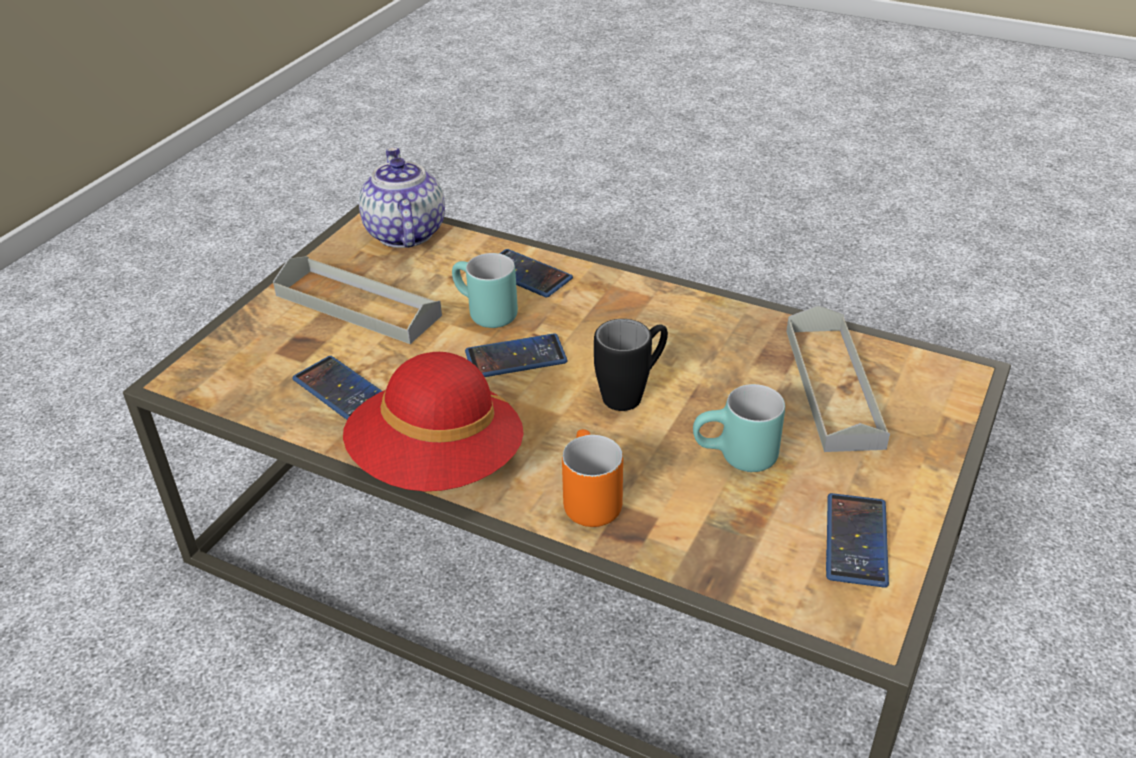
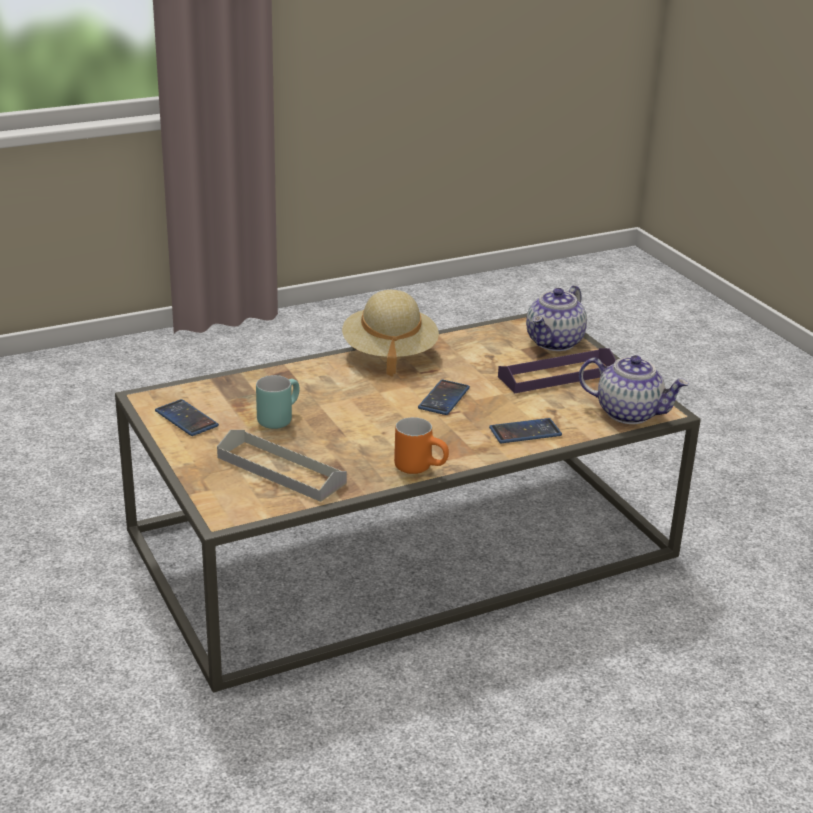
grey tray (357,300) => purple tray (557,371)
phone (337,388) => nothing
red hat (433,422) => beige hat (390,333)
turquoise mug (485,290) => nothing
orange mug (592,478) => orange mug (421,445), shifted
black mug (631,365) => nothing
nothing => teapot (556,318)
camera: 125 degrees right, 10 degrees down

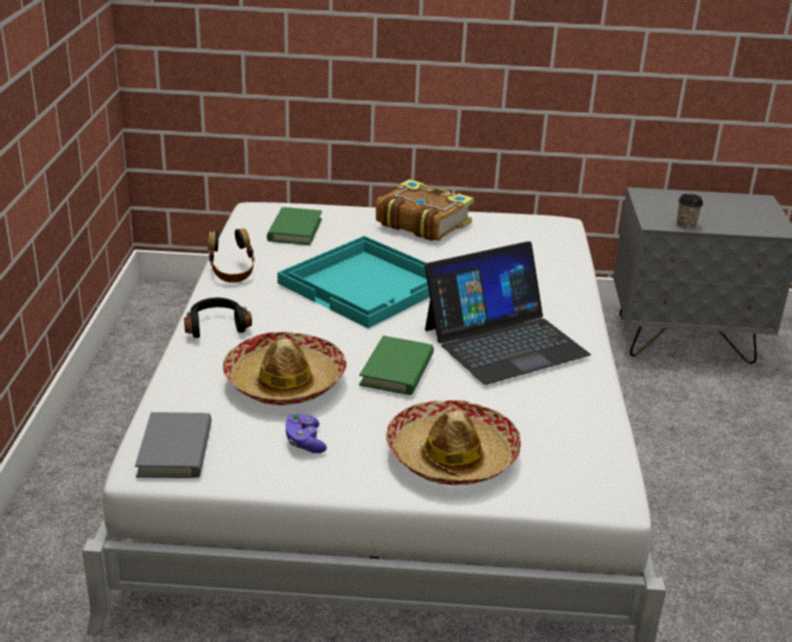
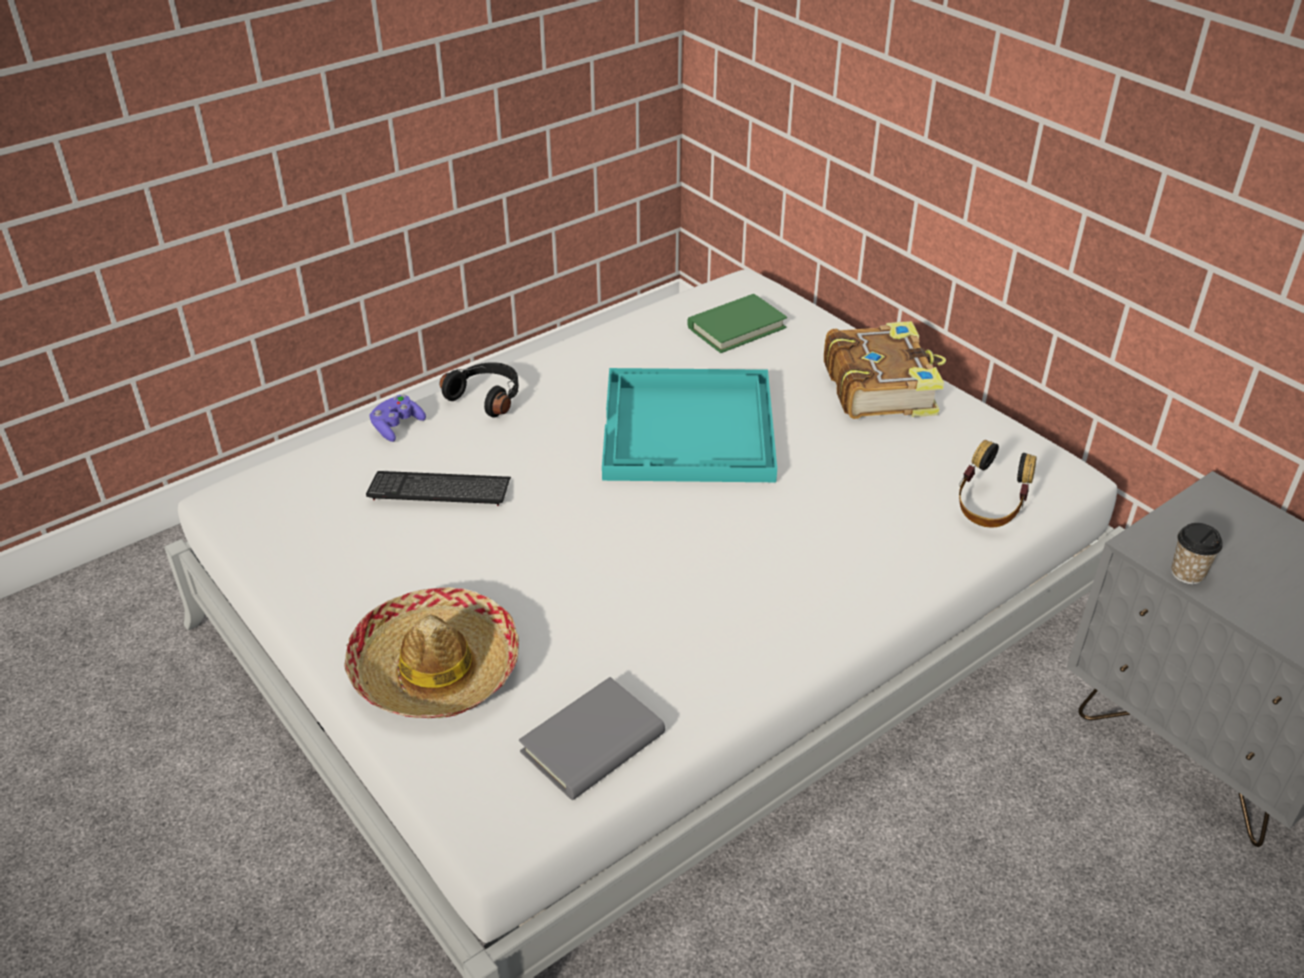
grey book (173,445) => grey book (592,738), shifted
headphones (231,255) => headphones (998,484), shifted
hat (285,368) => keyboard (438,488)
purple game controller (306,433) => purple game controller (397,418), shifted
green book (396,365) => nothing
laptop (508,313) => nothing
camera: 50 degrees right, 10 degrees up

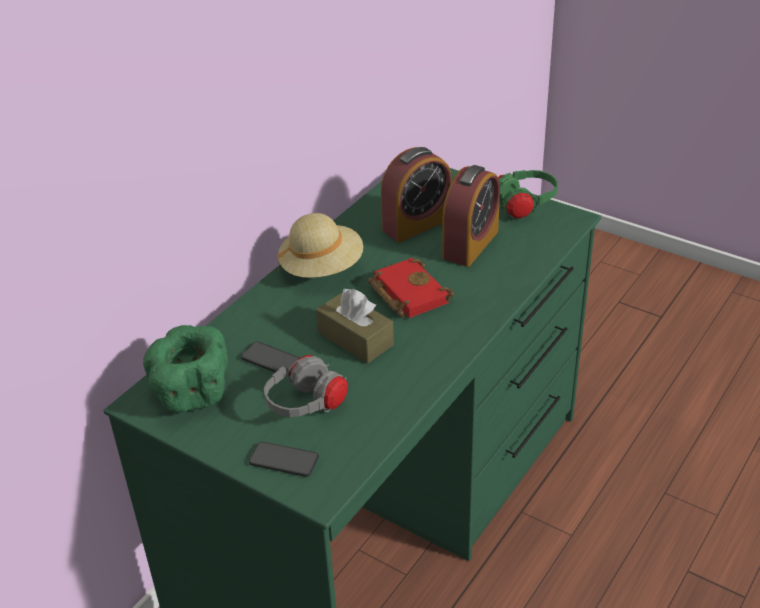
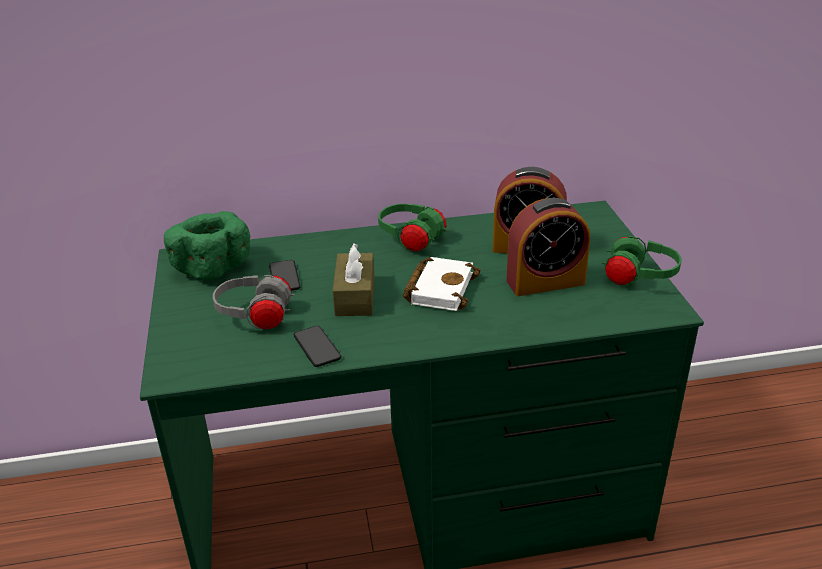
phone (284,459) => phone (317,346), shifted
beige hat (320,245) => green headphones (412,227)
red book (411,288) => white book (442,284)
camera: 45 degrees right, 5 degrees down

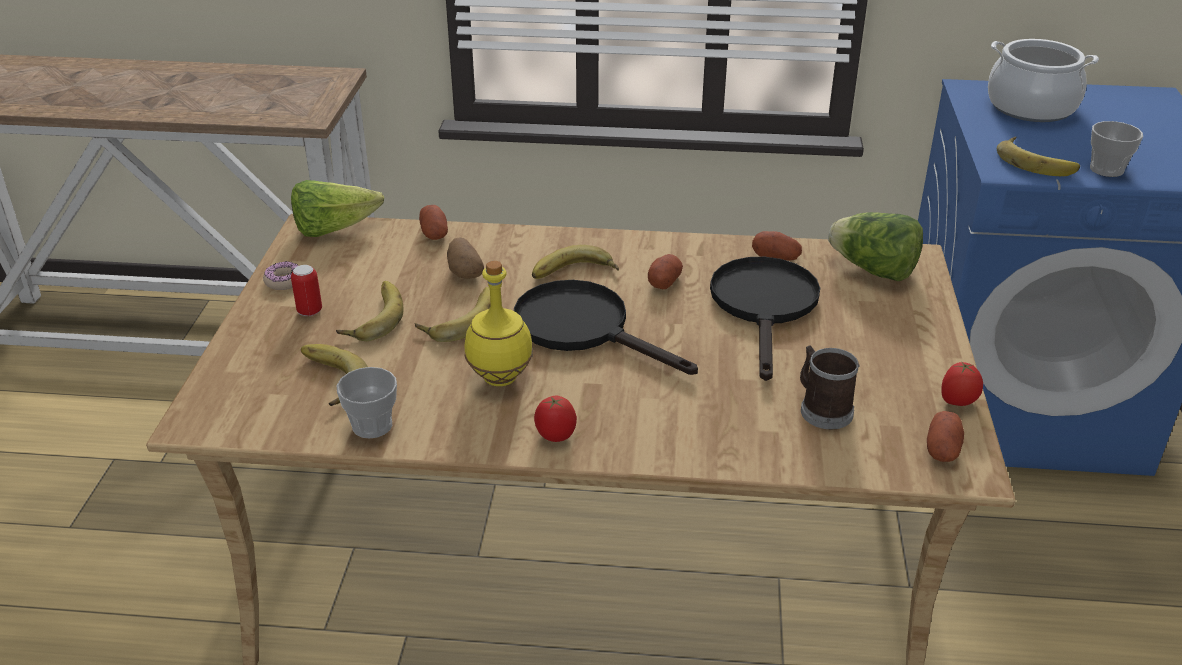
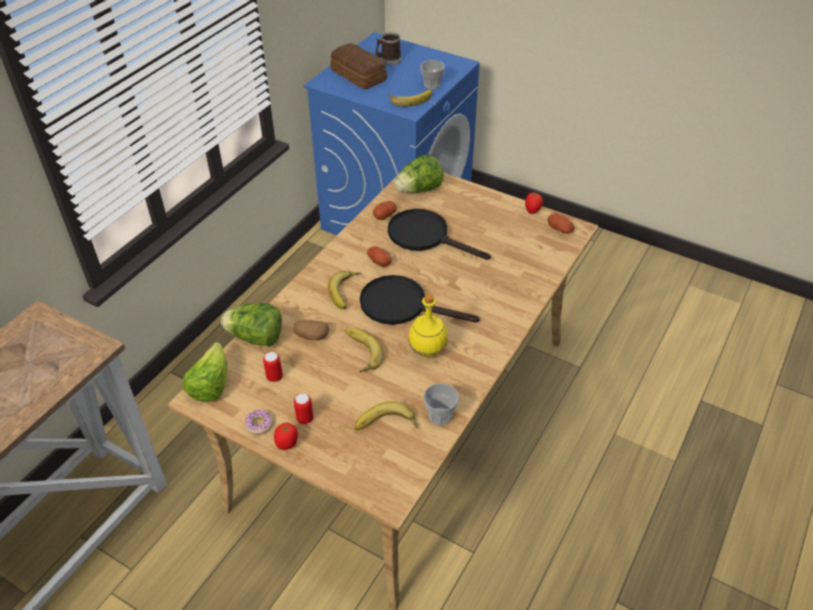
banana (369,311) => nothing
potato (433,222) => lettuce (251,325)
black frying pan (606,327) => black frying pan (420,300), 45 degrees clockwise
tomato (555,419) => tomato (286,436), shifted
mug (830,387) => mug (388,49), shifted
cooking pot (1043,80) => bread (359,66)
nothing => can (273,367)
camera: 65 degrees left, 10 degrees up

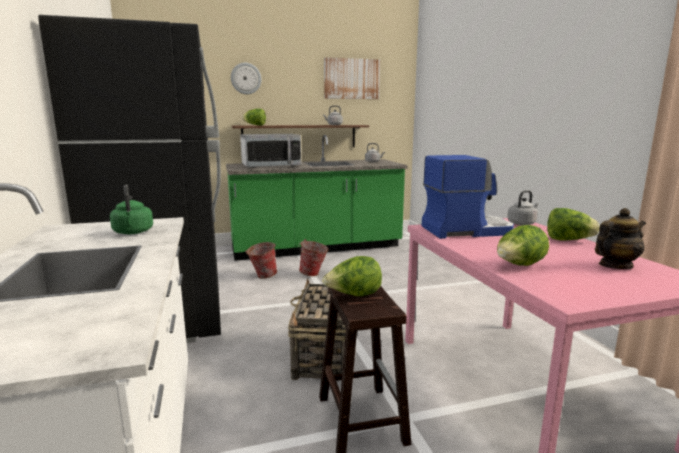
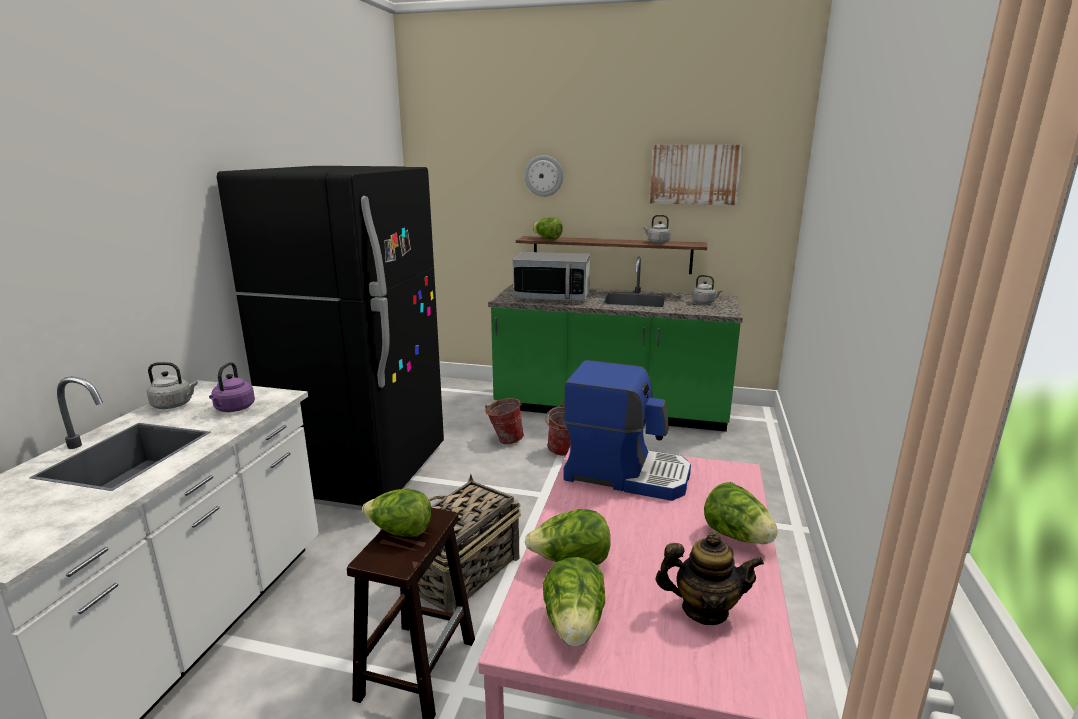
green kettle (131,209) => purple kettle (232,387)
grey kettle (522,207) => grey kettle (172,385), shifted
nothing => lettuce (574,602)
camera: 30 degrees right, 5 degrees up

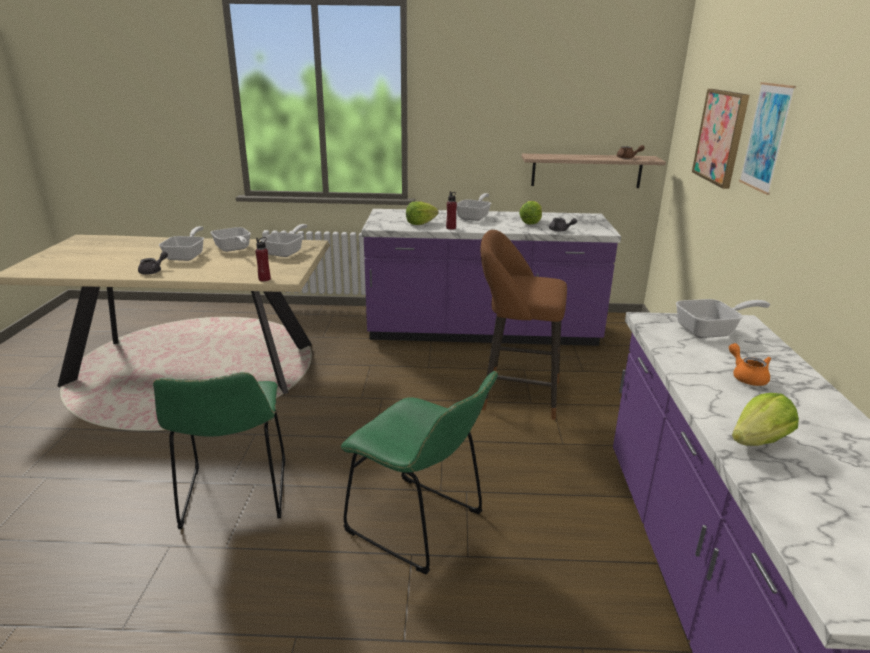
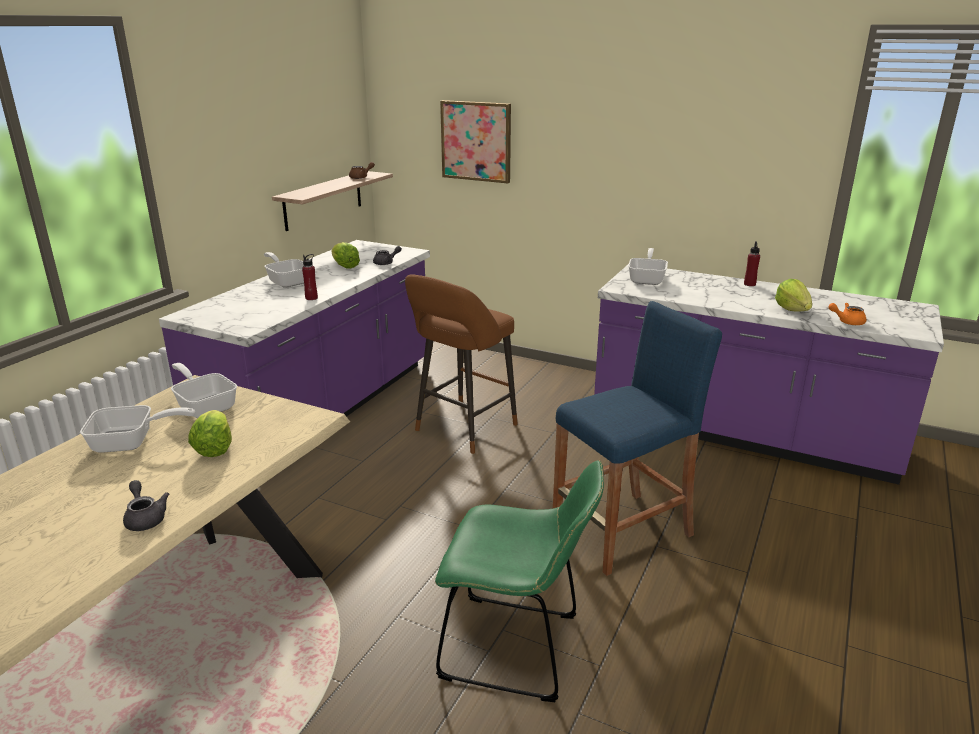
frying pan (181,243) => nothing
red bottle (263,259) => red bottle (752,263), shifted
green chair (419,472) => blue stool (637,438)
lettuce (422,213) => lettuce (210,433), shifted
orange teapot (750,364) => orange teapot (847,314), shifted
picture (767,138) => nothing
camera: 65 degrees left, 0 degrees up

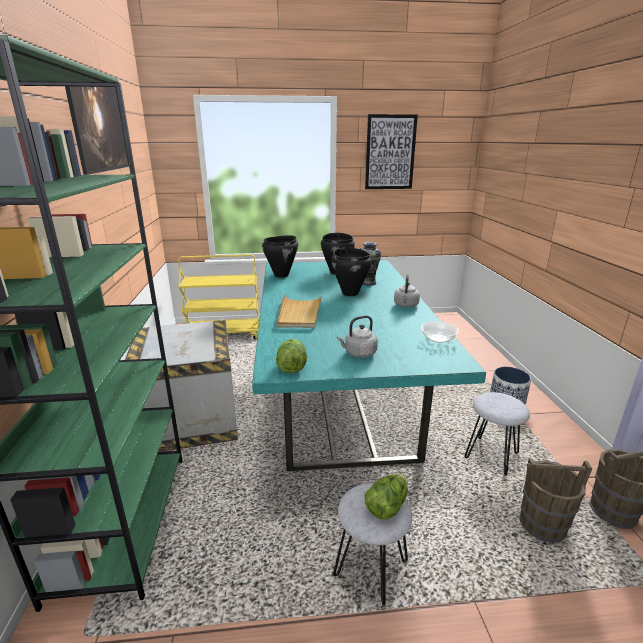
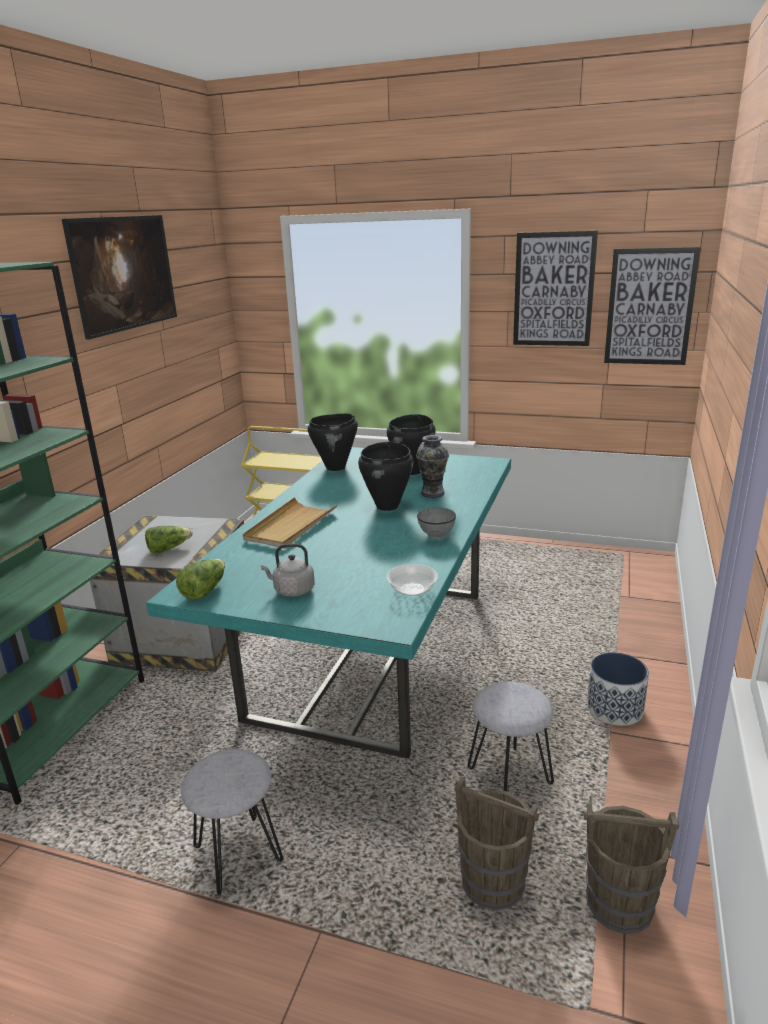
lettuce (386,496) => lettuce (169,539), shifted
grey kettle (407,291) => grey bowl (436,523)
nothing => picture (652,306)
camera: 25 degrees right, 0 degrees up

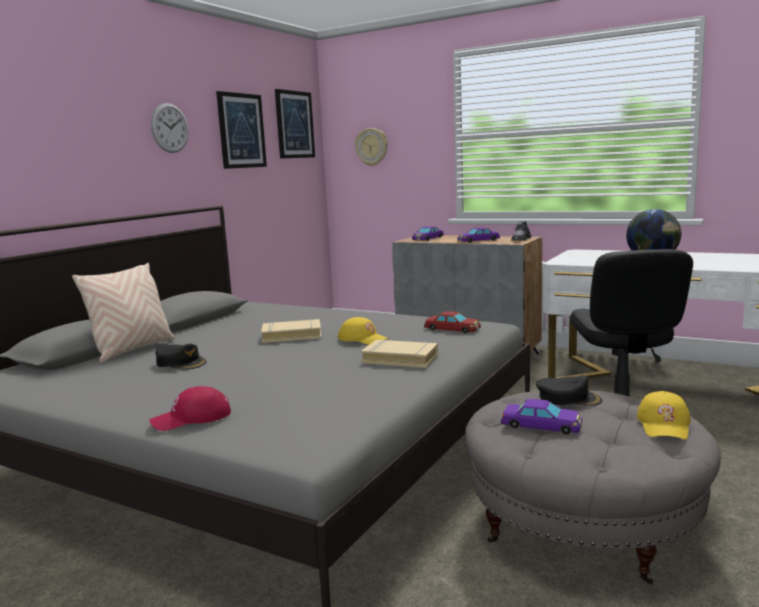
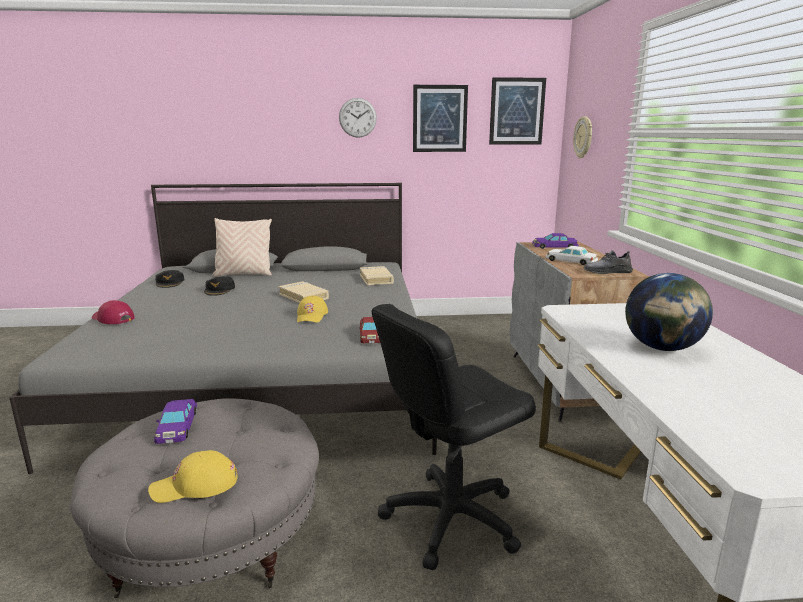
beige book (399,353) => beige book (377,275), shifted
purple toy car (479,235) => white toy car (572,255)
black cap (569,390) => black cap (169,279), shifted
camera: 55 degrees right, 5 degrees up

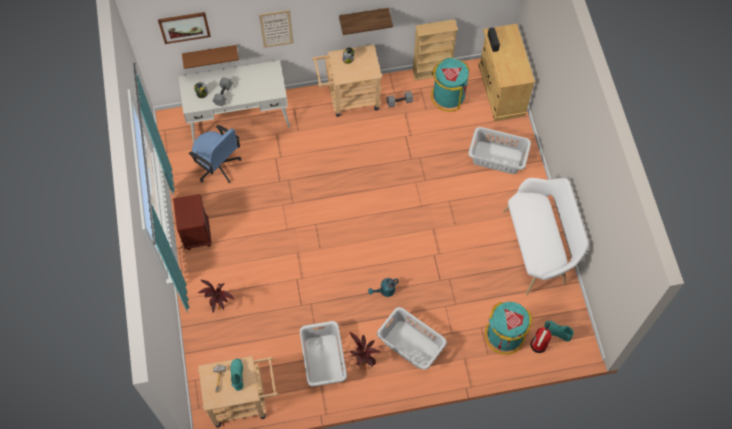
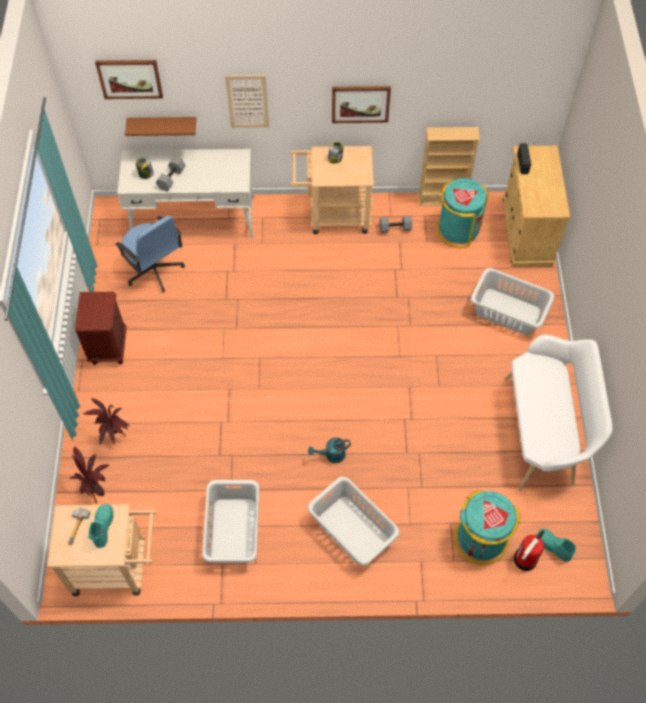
shelf (366,21) => picture (361,104)
potted plant (365,351) => potted plant (89,475), shifted
camera: 10 degrees right, 5 degrees down

